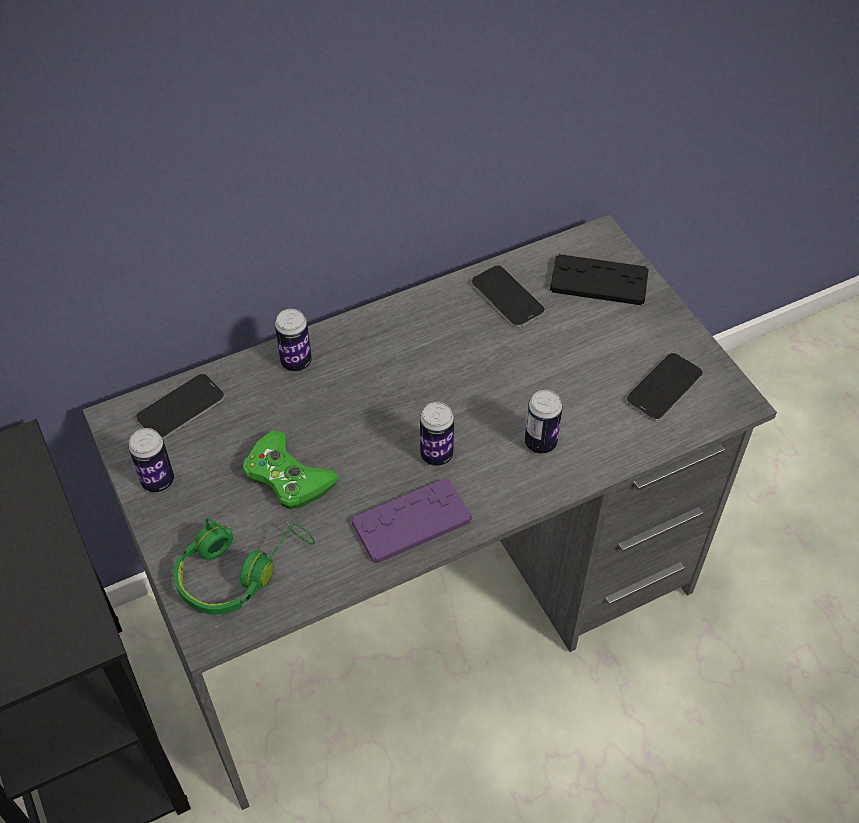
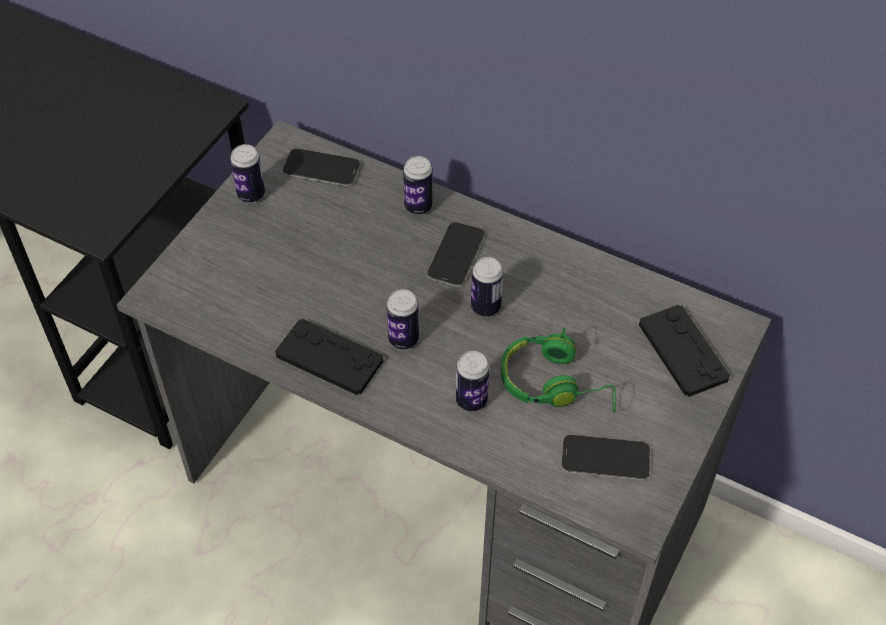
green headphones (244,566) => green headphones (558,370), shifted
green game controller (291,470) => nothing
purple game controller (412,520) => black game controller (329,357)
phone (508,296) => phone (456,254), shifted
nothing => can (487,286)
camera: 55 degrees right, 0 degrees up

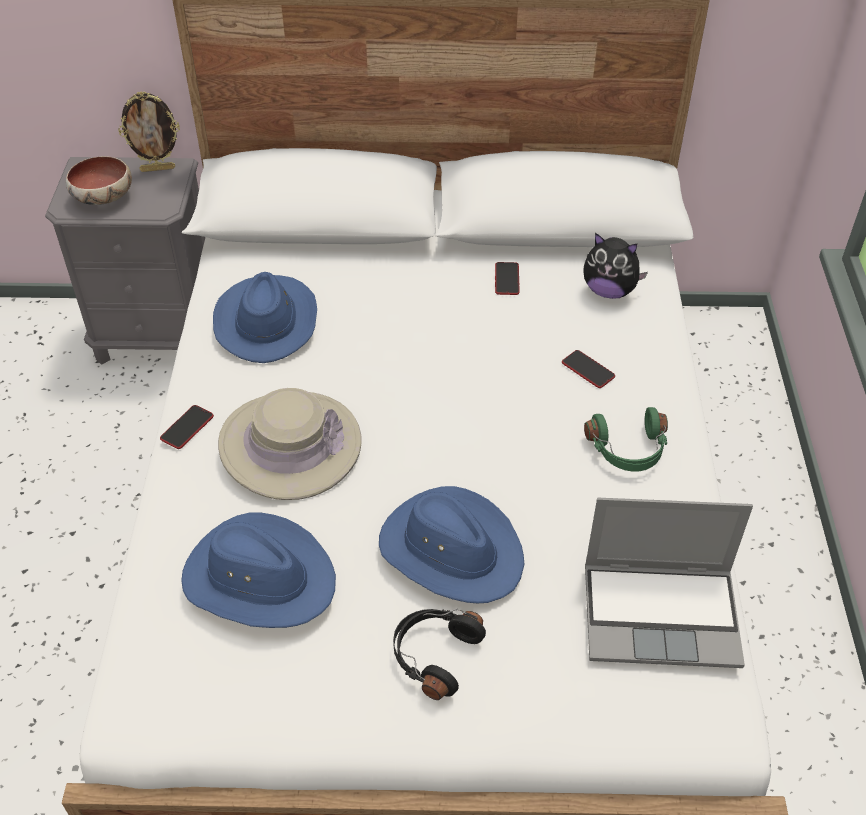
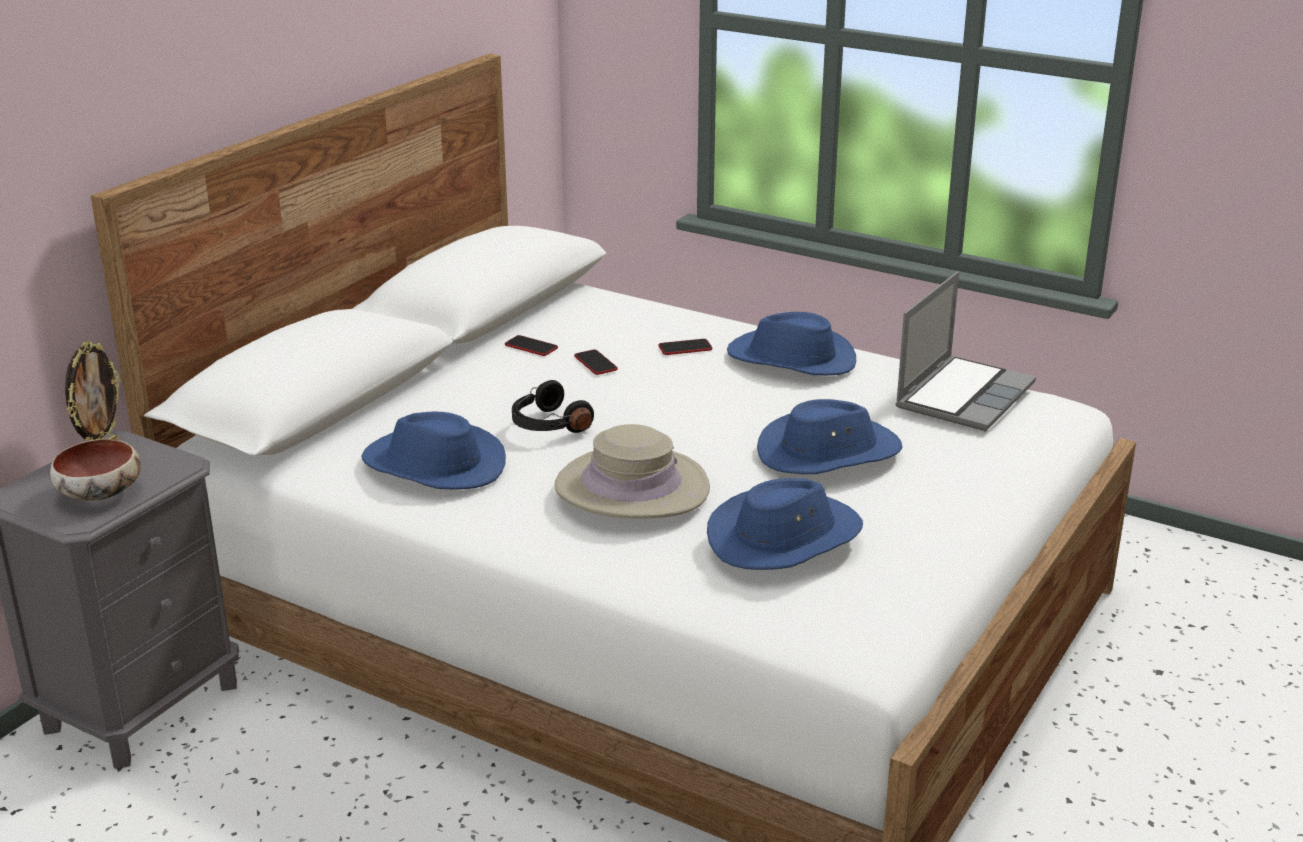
phone (187,427) => phone (596,362), shifted
black headphones (439,654) => black headphones (553,406), shifted
plush toy (615,266) => nothing
green headphones (626,439) => blue hat (791,344)
camera: 60 degrees left, 20 degrees down

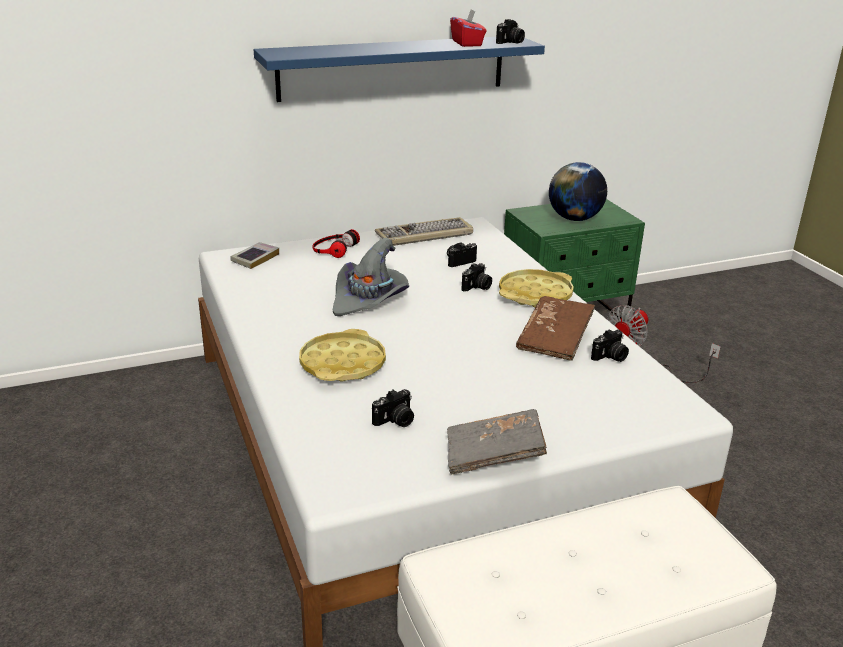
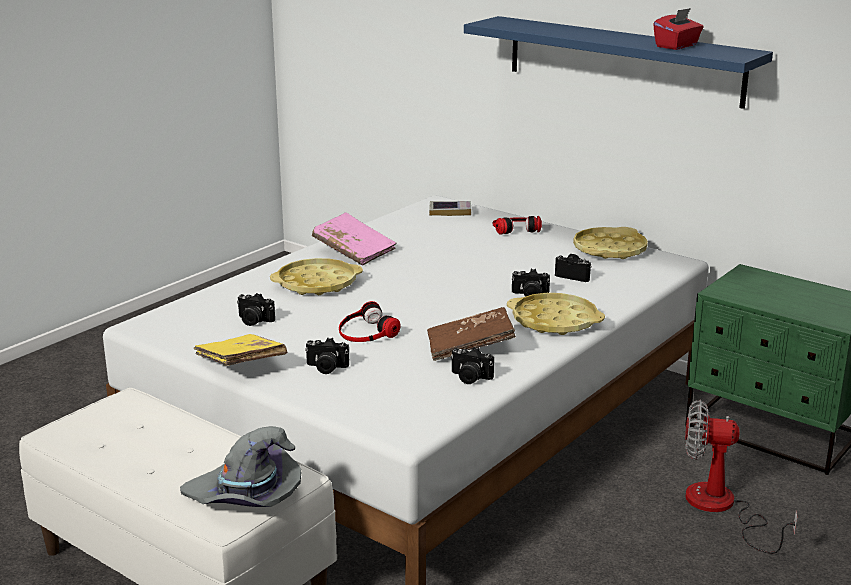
grey hat (371,277) => grey hat (240,466), shifted
keyboard (424,231) => yellow tray (610,243)
grey book (497,441) => yellow book (240,350)
photo camera (510,31) => photo camera (327,355), shifted
globe (578,191) => nothing
nothing => pink book (354,239)
nothing => headphones (370,321)
camera: 60 degrees right, 5 degrees down

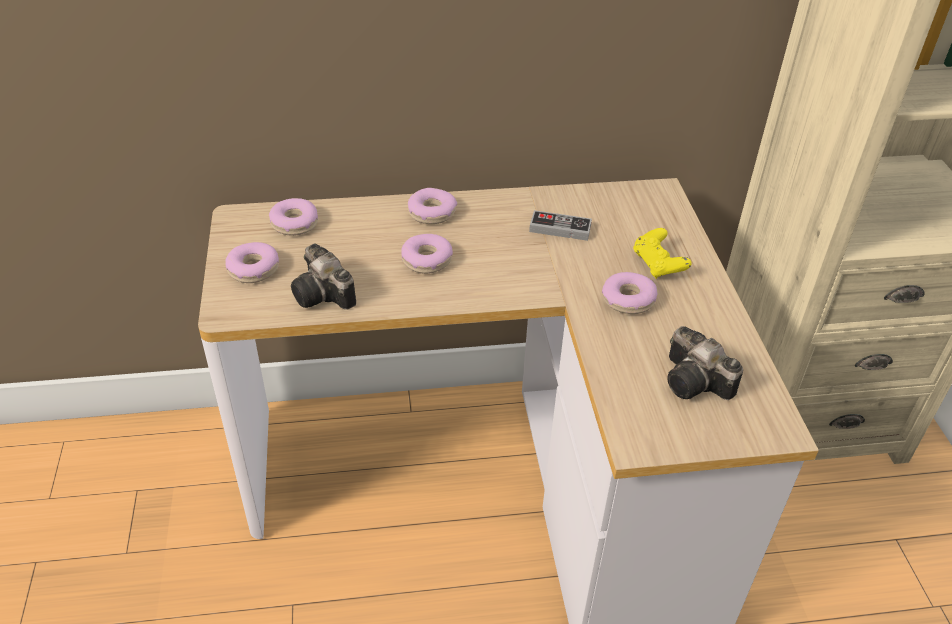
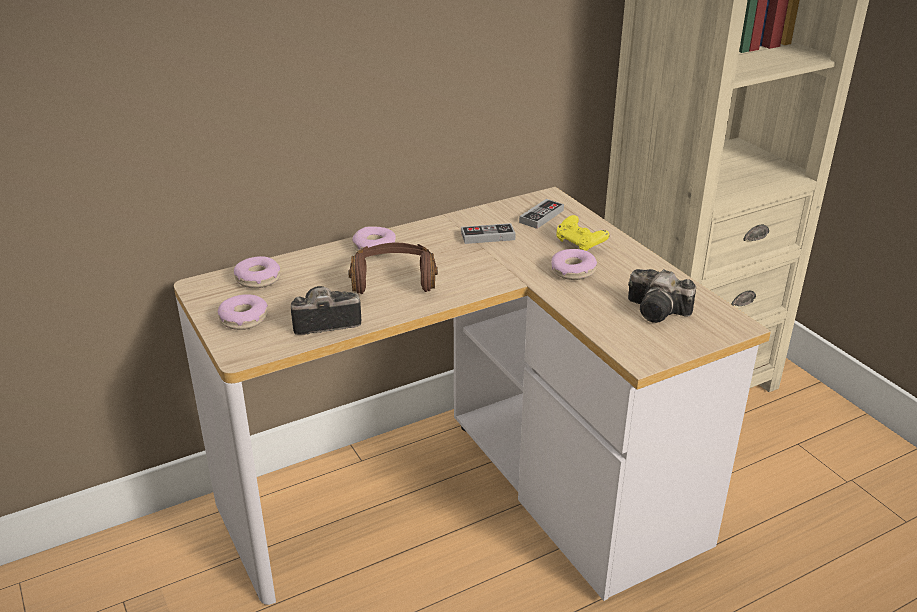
photo camera (323,276) => photo camera (326,310), 135 degrees clockwise
donut (427,254) => brown headphones (393,268)
nothing => game controller (541,214)
camera: 20 degrees left, 10 degrees down

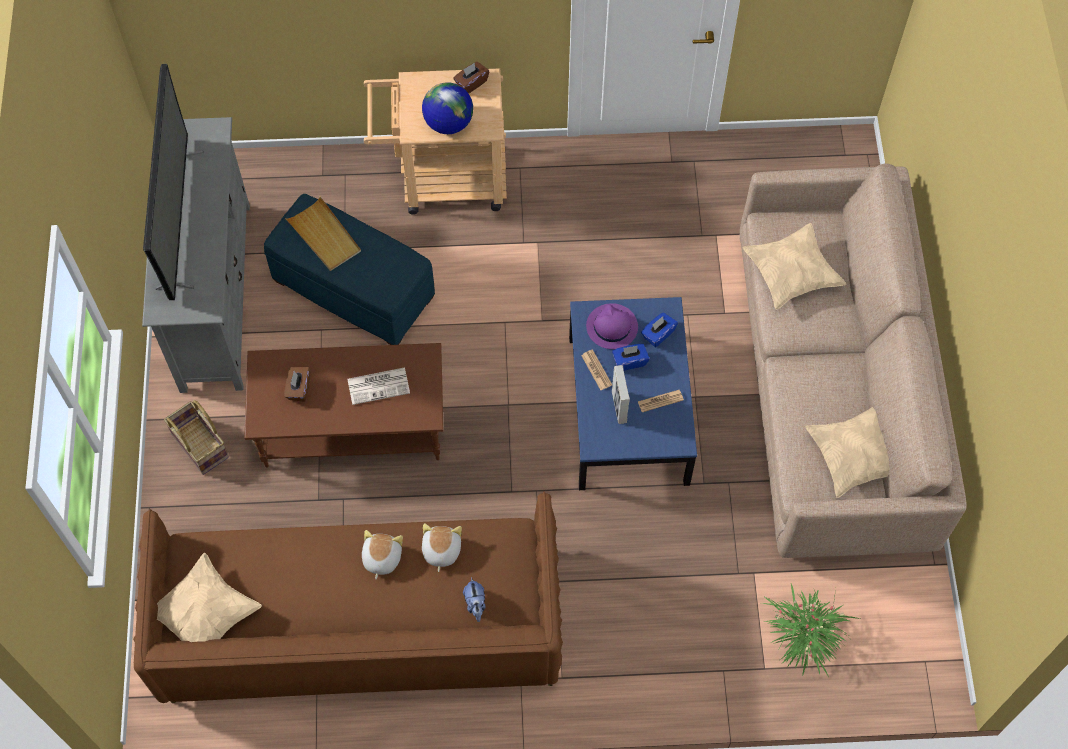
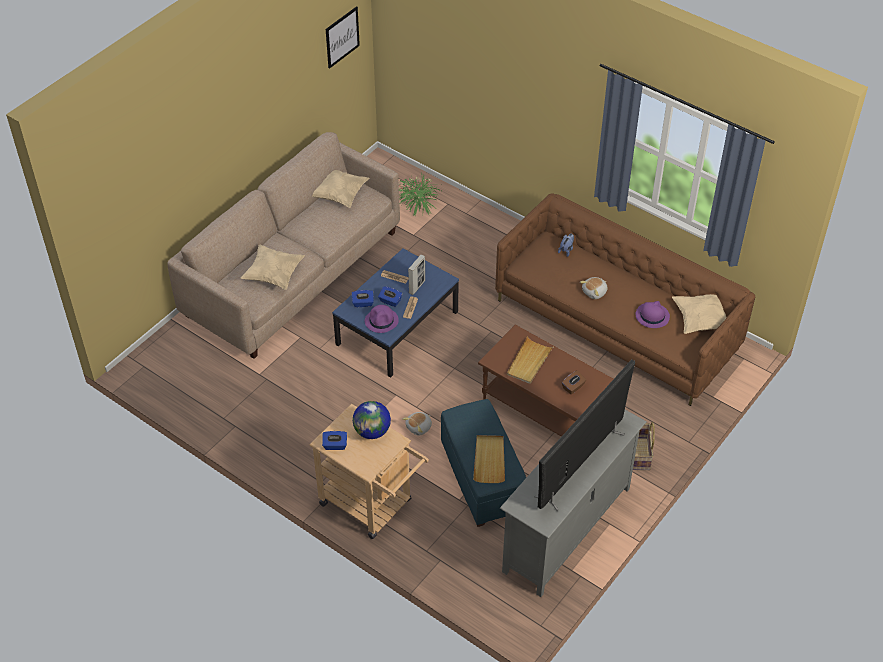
newspaper (379,386) => beige tray (530,360)
plush toy (442,547) => plush toy (417,424), shifted
brown tissue box (471,78) => blue tissue box (334,440)
nothing => picture (343,37)
nothing => purple hat (652,314)
camera: 140 degrees left, 15 degrees down

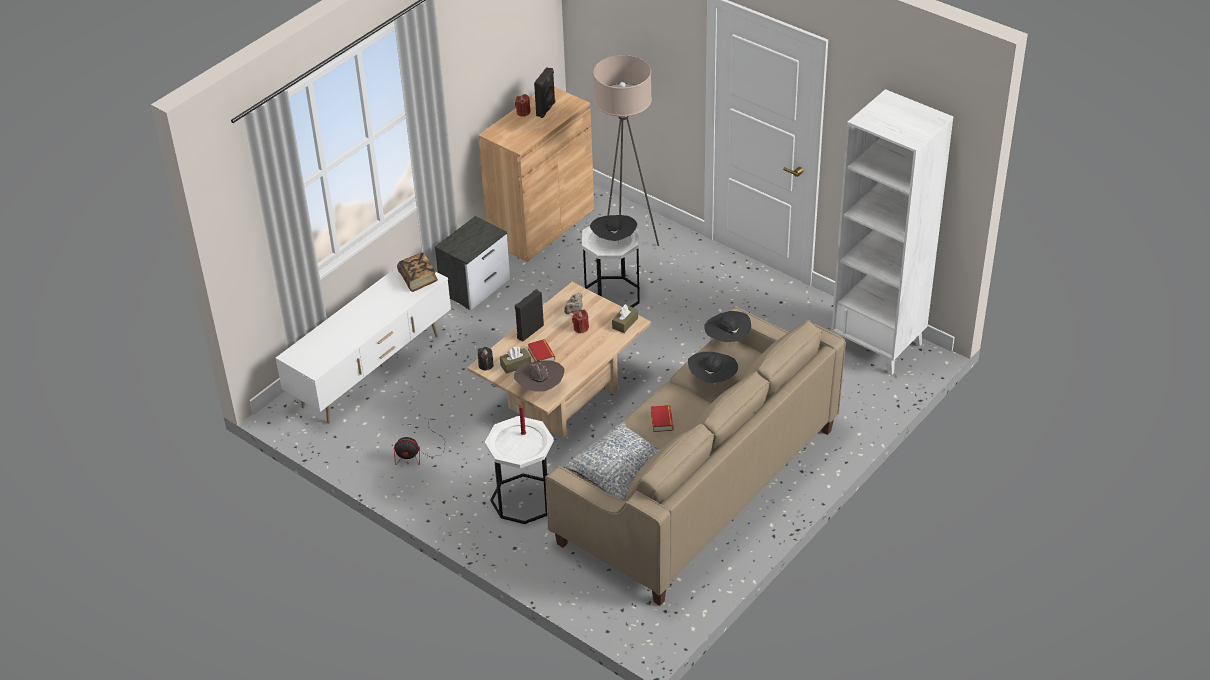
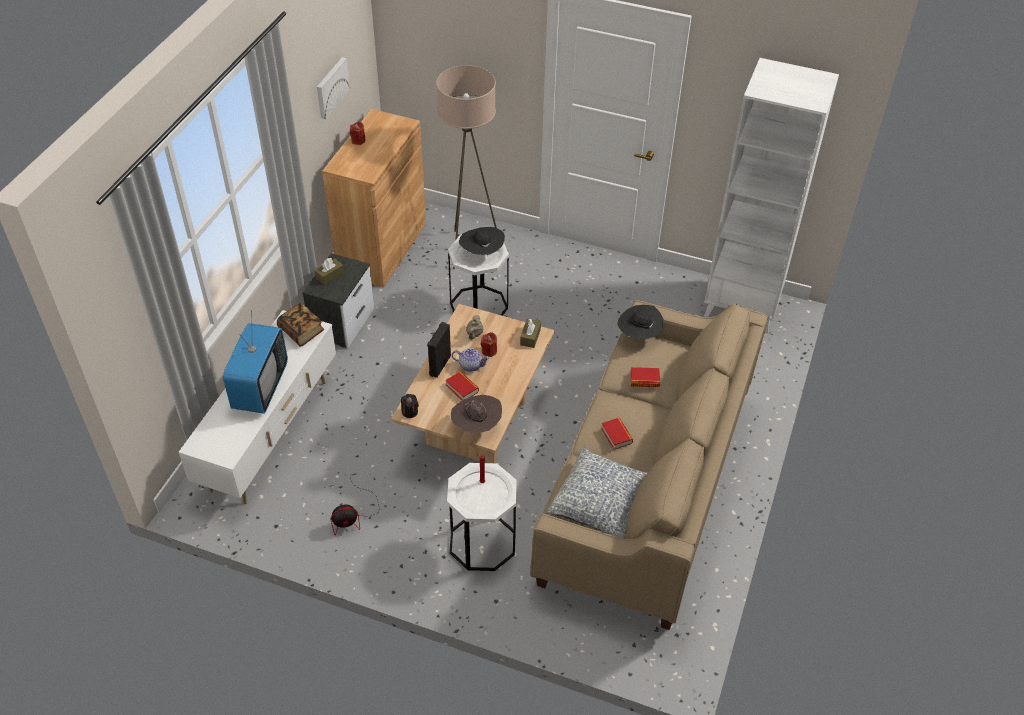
brown tissue box (515,360) => brown tissue box (329,271), shifted
black speaker (544,92) => nothing
black hat (713,369) => book (645,377)
nothing => television (255,362)
nothing => picture (333,88)
nothing => teapot (471,360)
camera: 20 degrees left, 5 degrees up

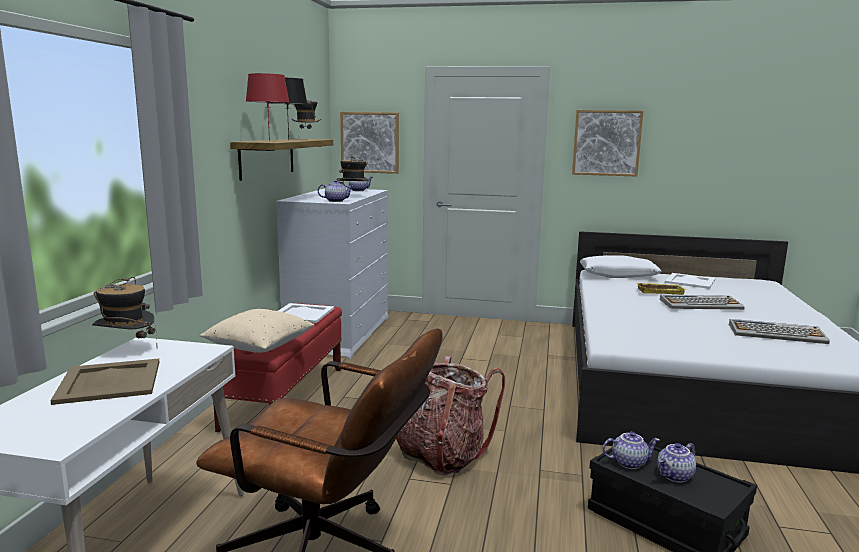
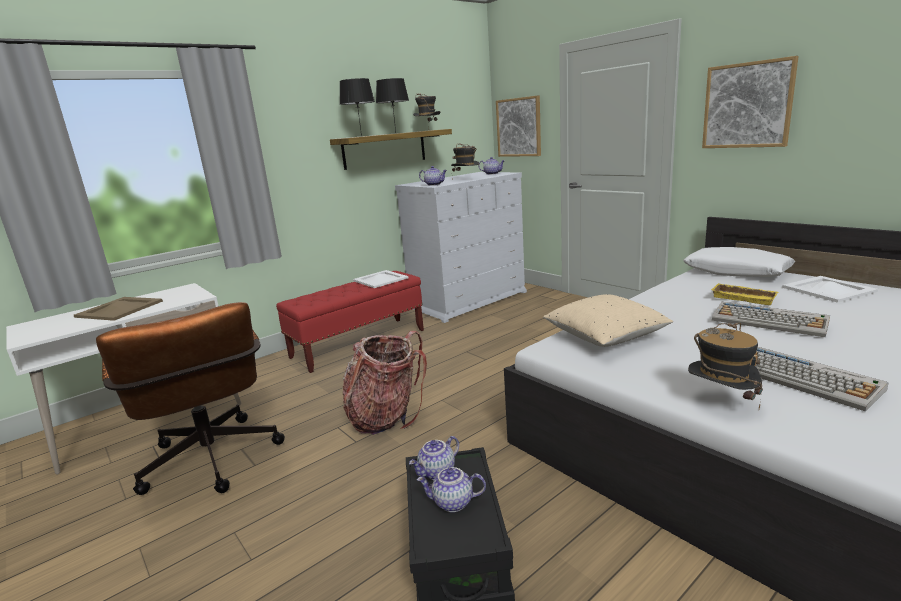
hat (124,307) => hat (725,366), shifted
beige pillow (257,331) => beige pillow (608,320), shifted
red table lamp (267,107) => black table lamp (357,107)
teapot (631,450) => teapot (434,458), 105 degrees clockwise
camera: 40 degrees right, 5 degrees up

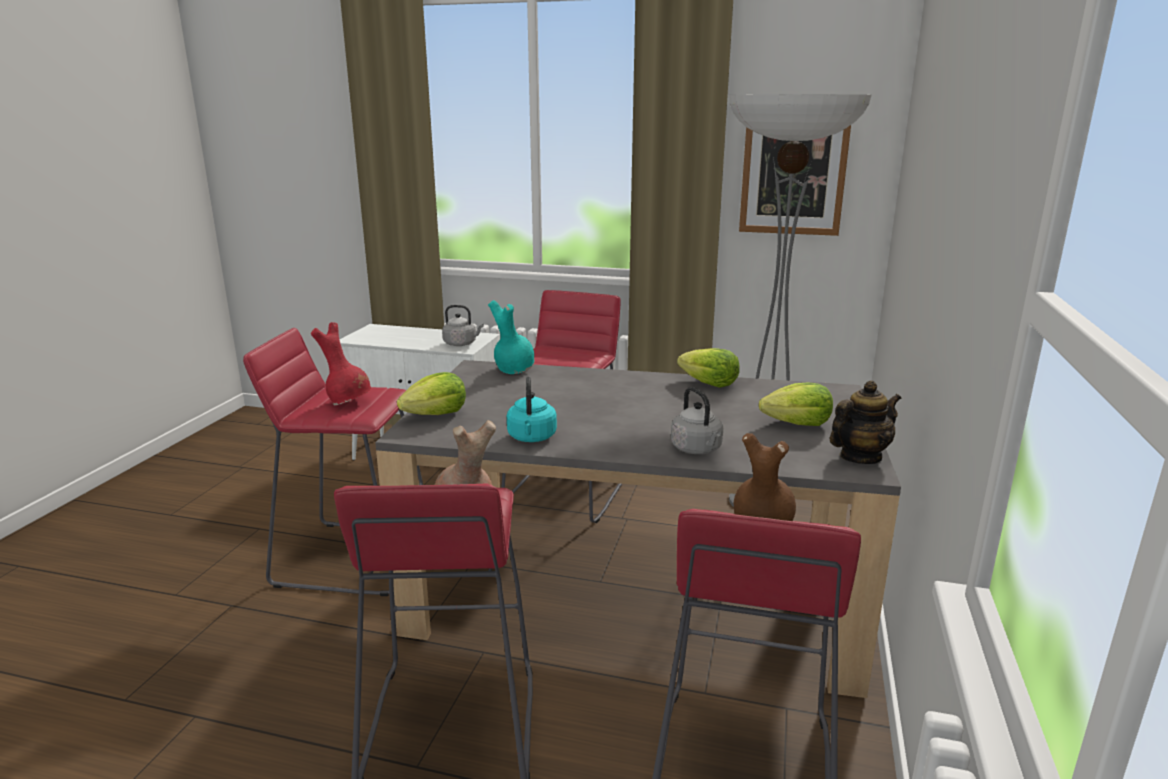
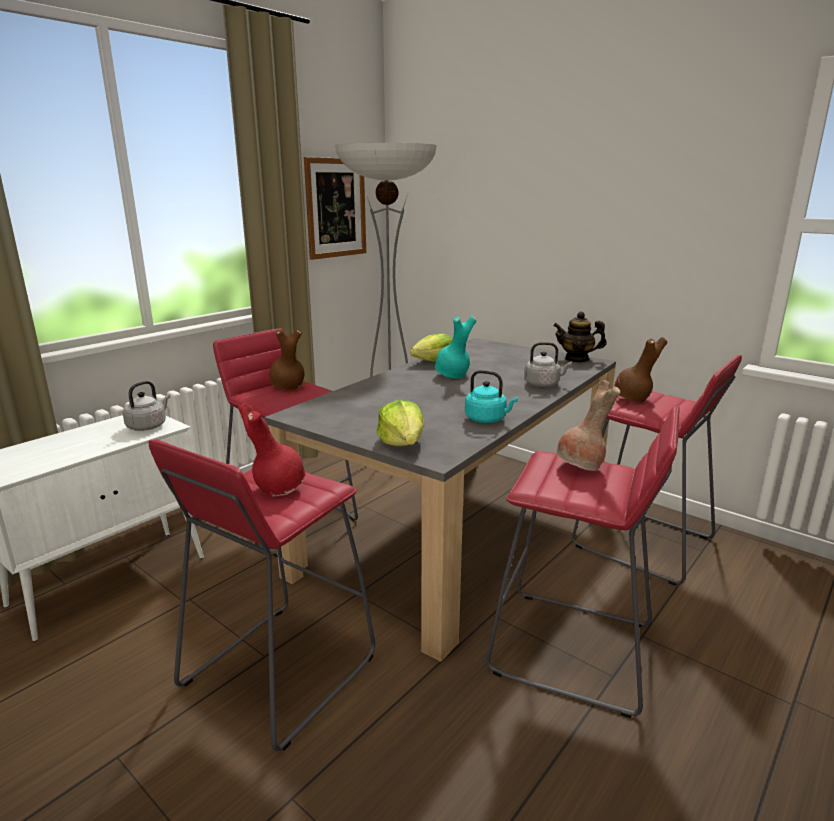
turquoise vase (511,337) => turquoise vase (455,347), shifted
lettuce (796,404) => nothing
teapot (866,422) => teapot (580,337), 75 degrees counterclockwise
nothing => brown vase (287,359)
camera: 65 degrees left, 0 degrees up

